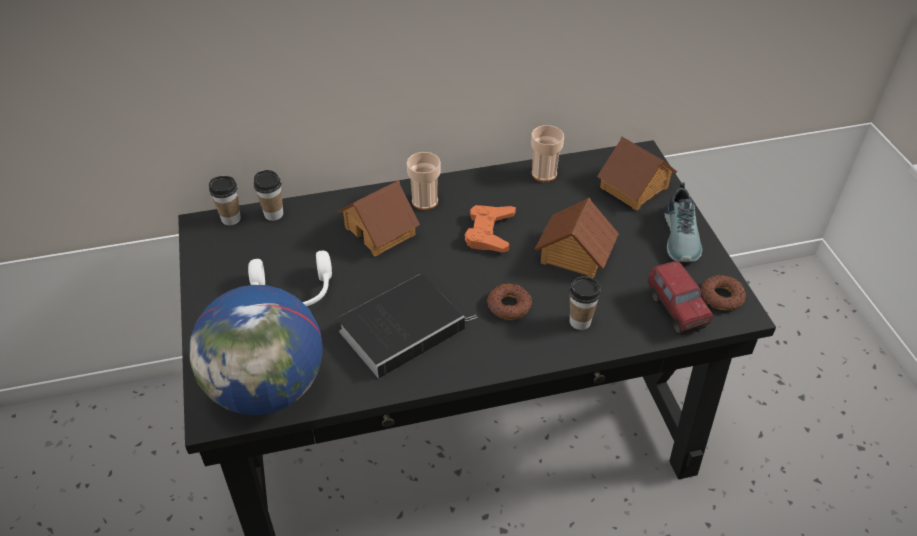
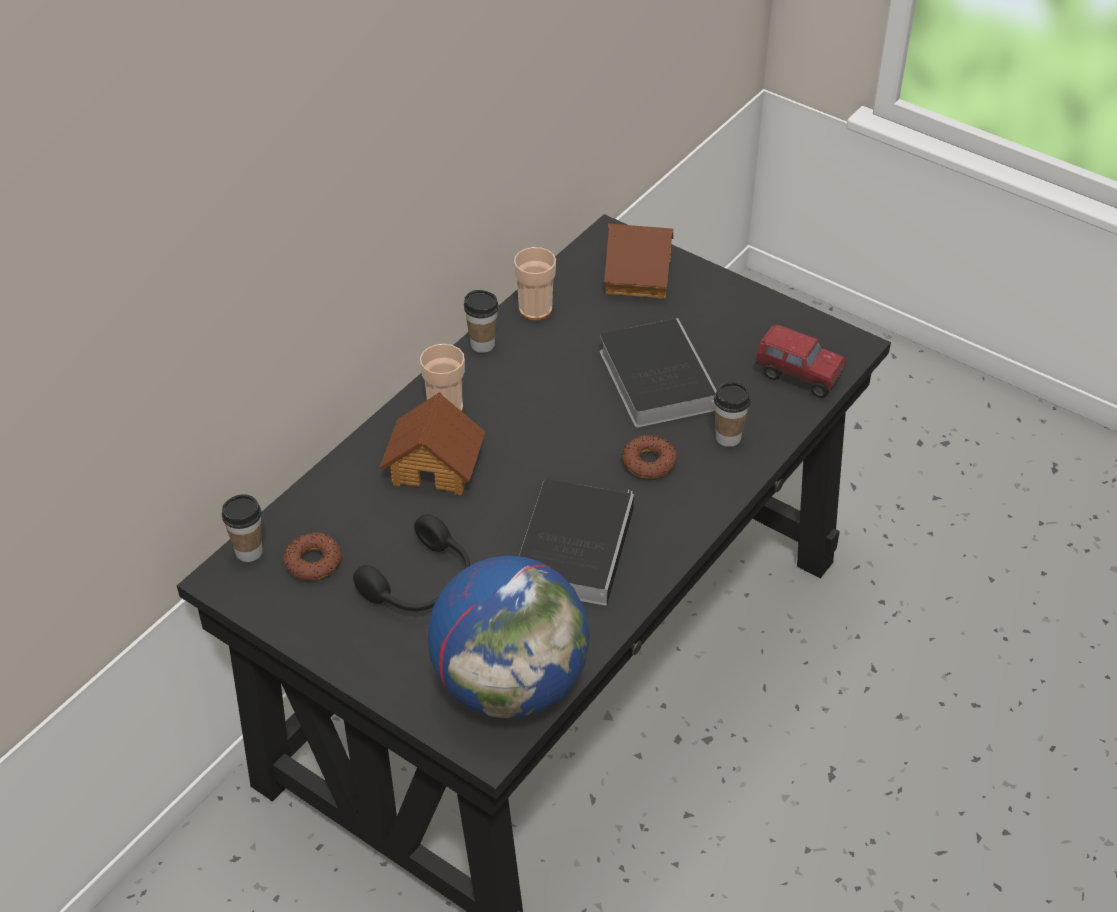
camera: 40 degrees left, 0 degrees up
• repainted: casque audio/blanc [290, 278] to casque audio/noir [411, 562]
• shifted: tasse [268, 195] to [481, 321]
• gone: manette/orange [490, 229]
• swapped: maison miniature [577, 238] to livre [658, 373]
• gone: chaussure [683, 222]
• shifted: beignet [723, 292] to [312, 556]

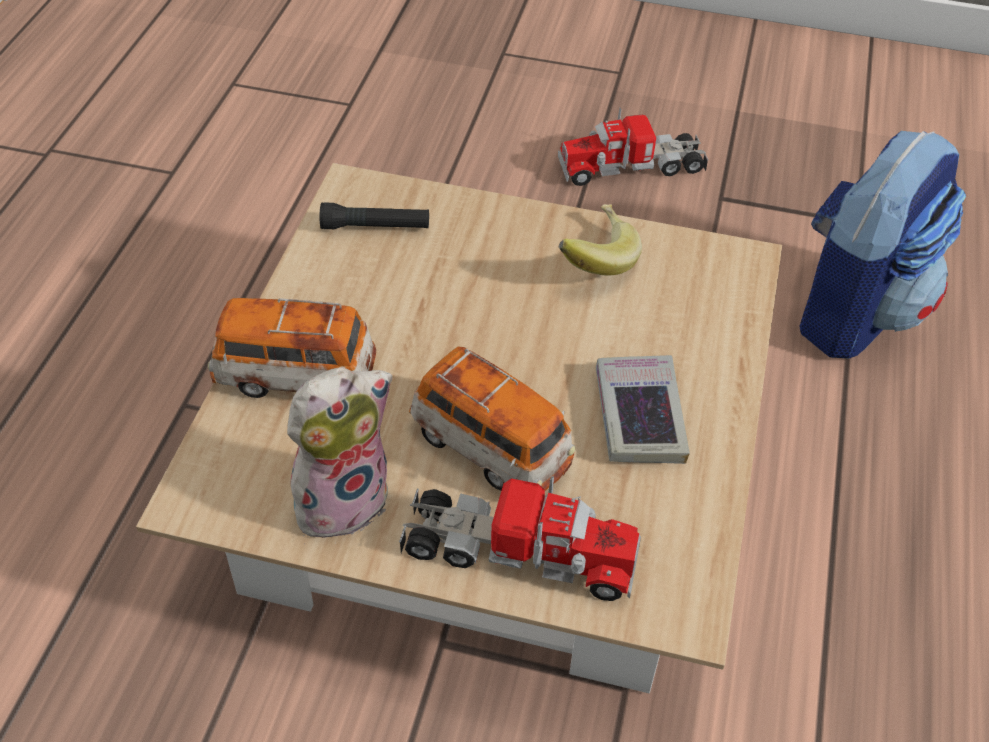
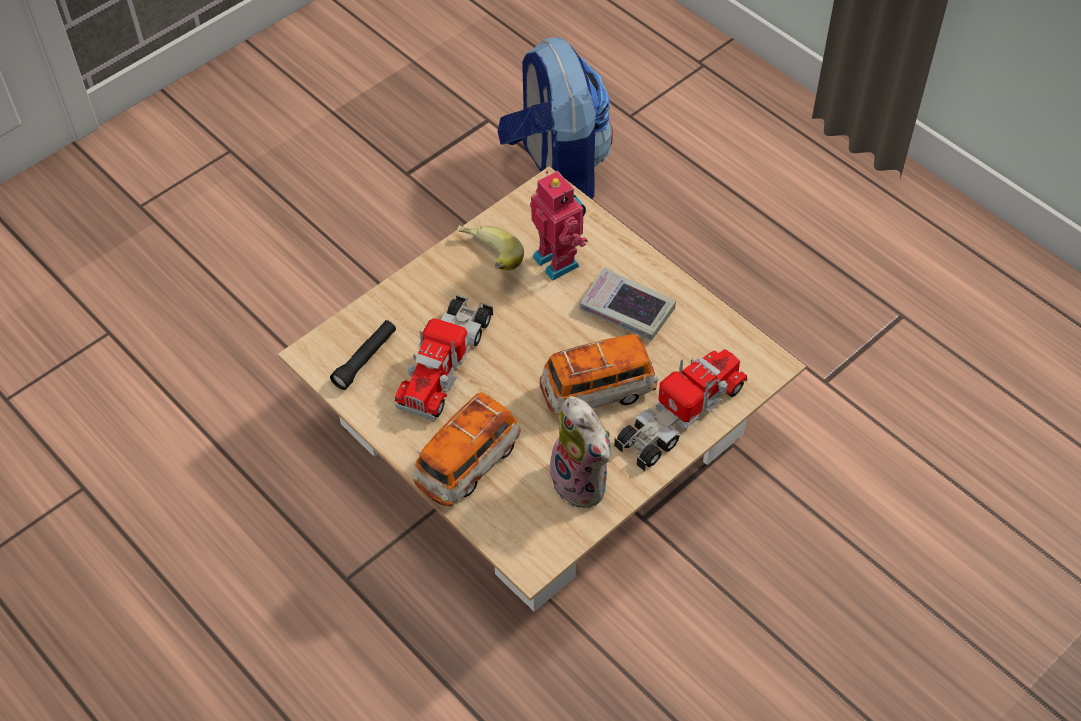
camera: 55 degrees left, 5 degrees up
• rotated: peluche [340, 455] = [580, 452] 150 degrees clockwise
• shifted: camion jouet [633, 147] to [444, 358]
• new: robot jouet [559, 226]

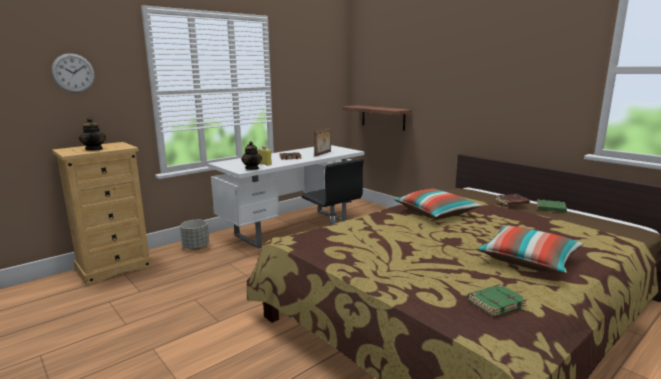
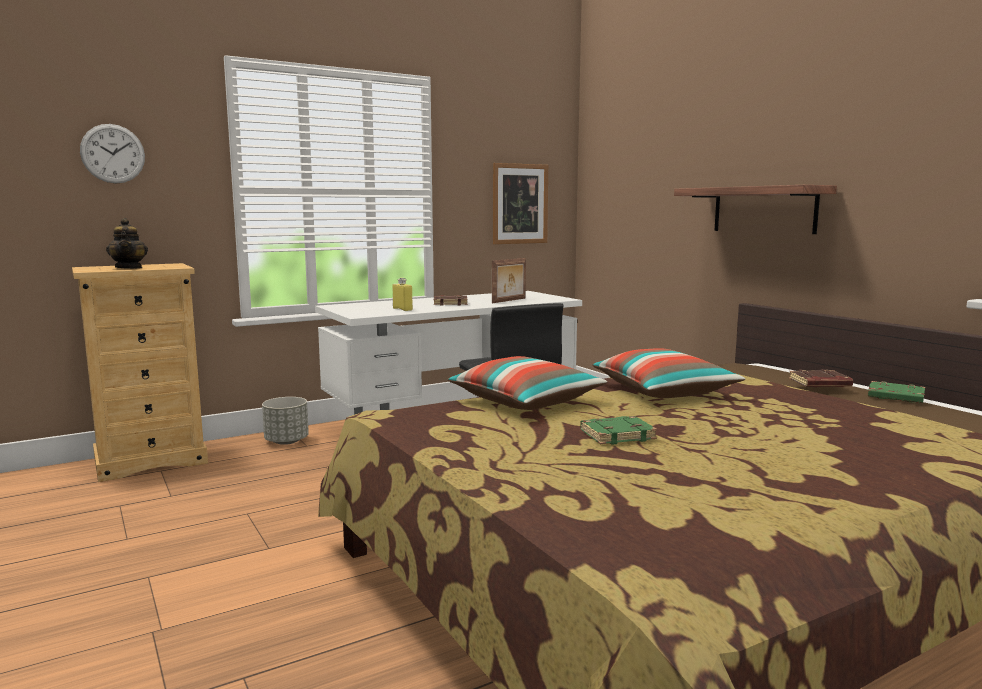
camera: 10 degrees right, 5 degrees down
• gone: théière [251, 155]
• shifted: étagère [377, 118] to [755, 209]
• shifted: livre/vert [497, 300] to [618, 430]
• shifted: coussin [529, 250] to [527, 383]
• new: tableau [520, 203]

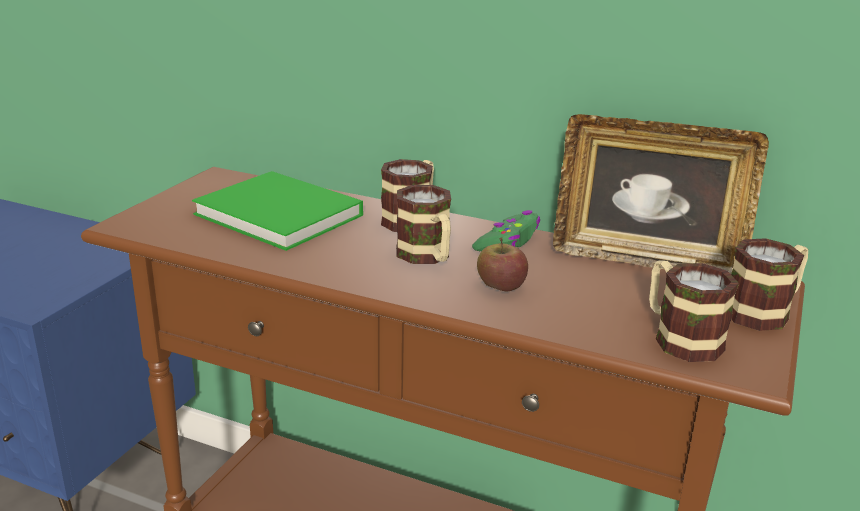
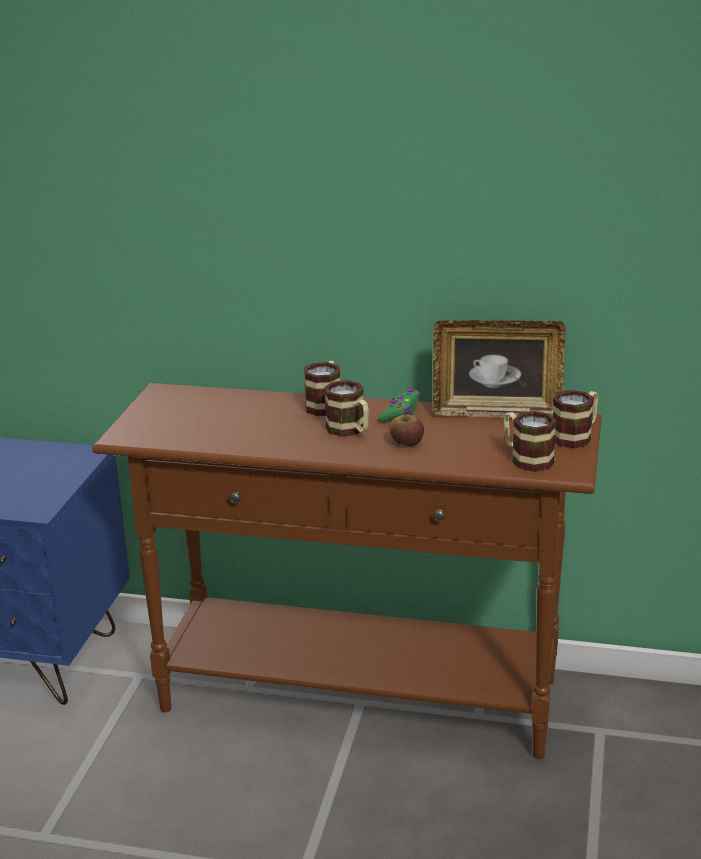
camera: 10 degrees left, 0 degrees up
• gone: livre/vert [277, 211]

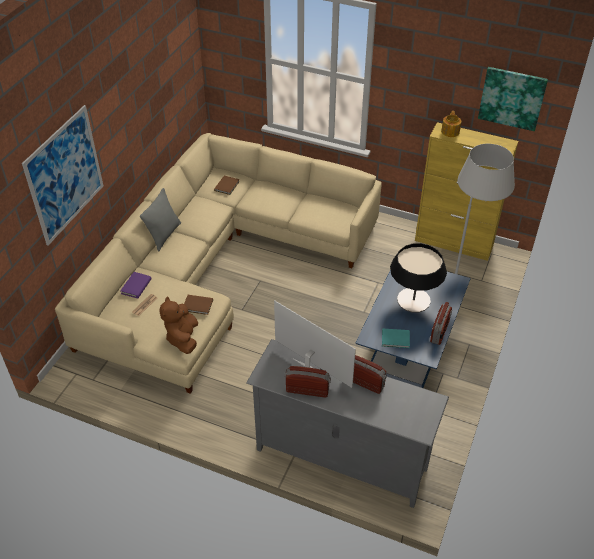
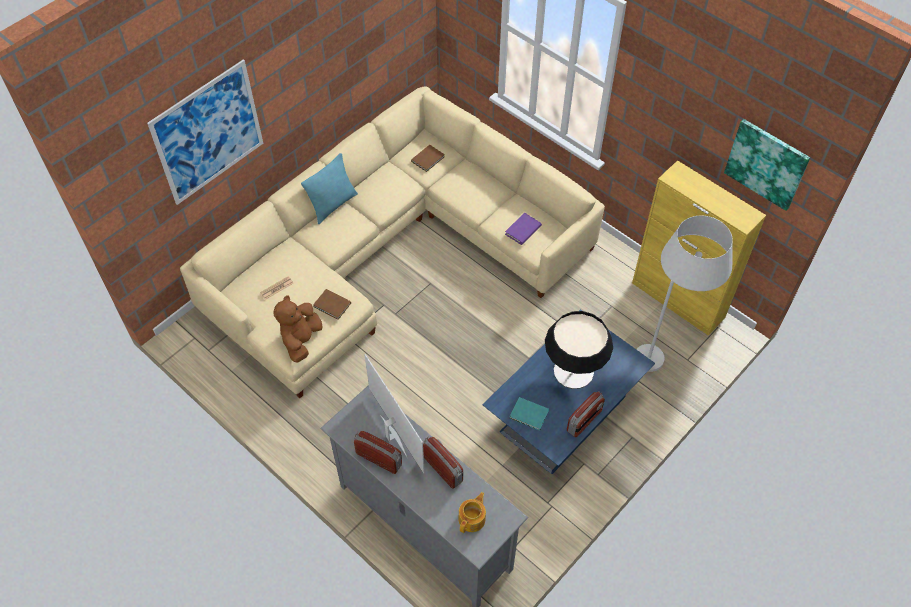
camera: 20 degrees right, 10 degrees up
• shifted: livre/violet [136, 285] to [523, 229]
• repainted: coussin/gris [160, 220] to coussin/turquoise [329, 188]
• shifted: théière [451, 124] to [472, 512]

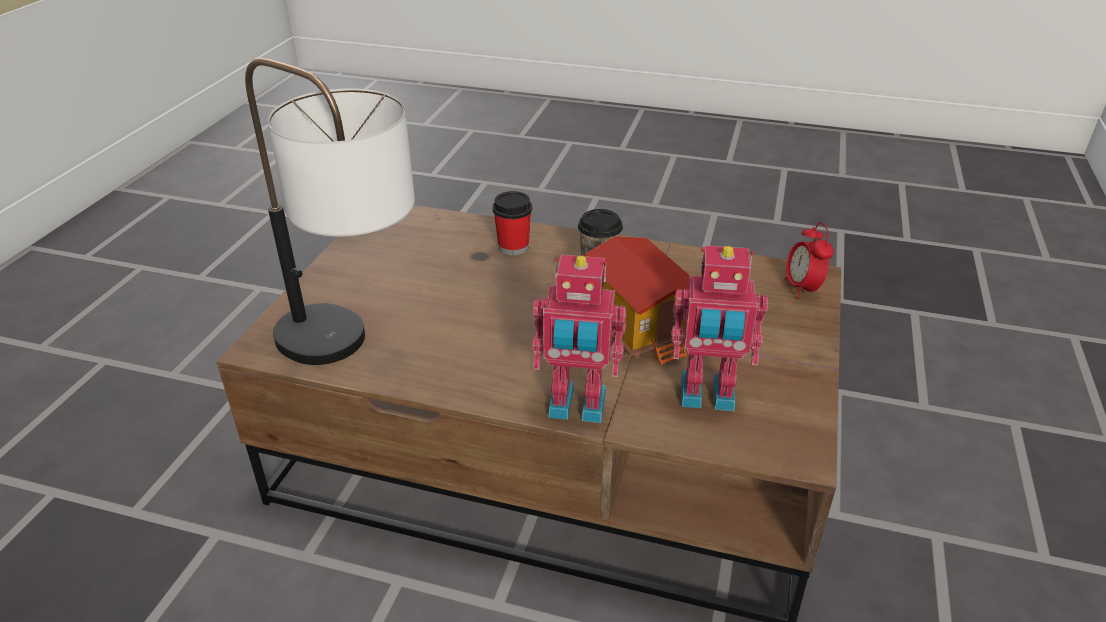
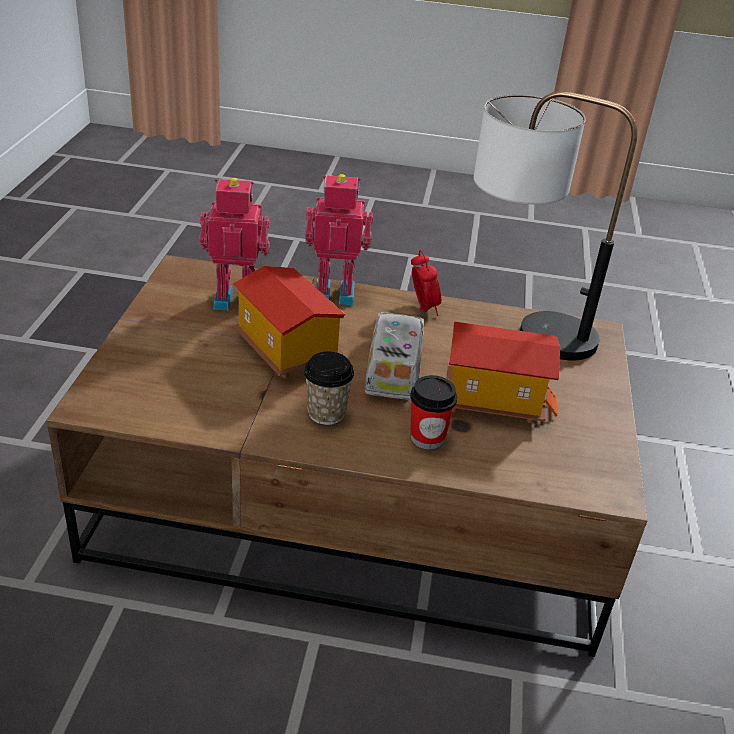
camera: 170 degrees right, 0 degrees up
• shifted: réveil [809, 260] to [426, 283]
• new: camion jouet [394, 356]
• new: maison miniature [503, 372]

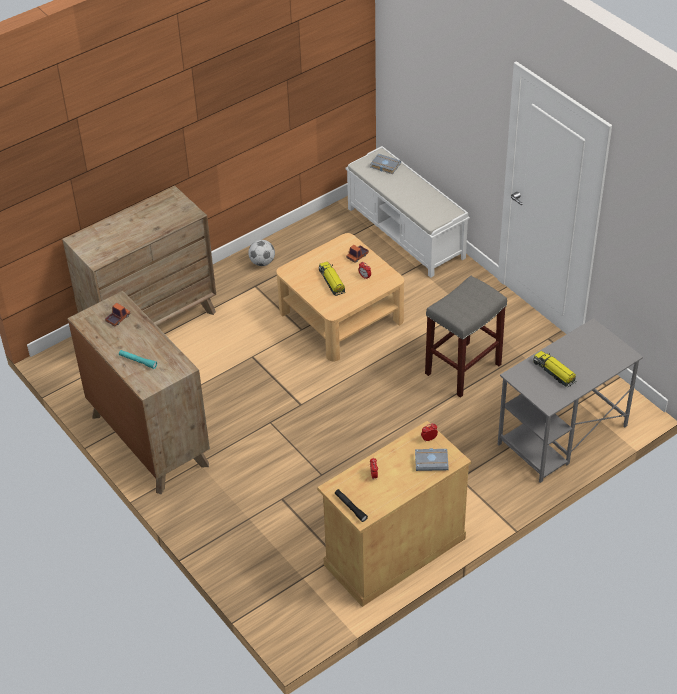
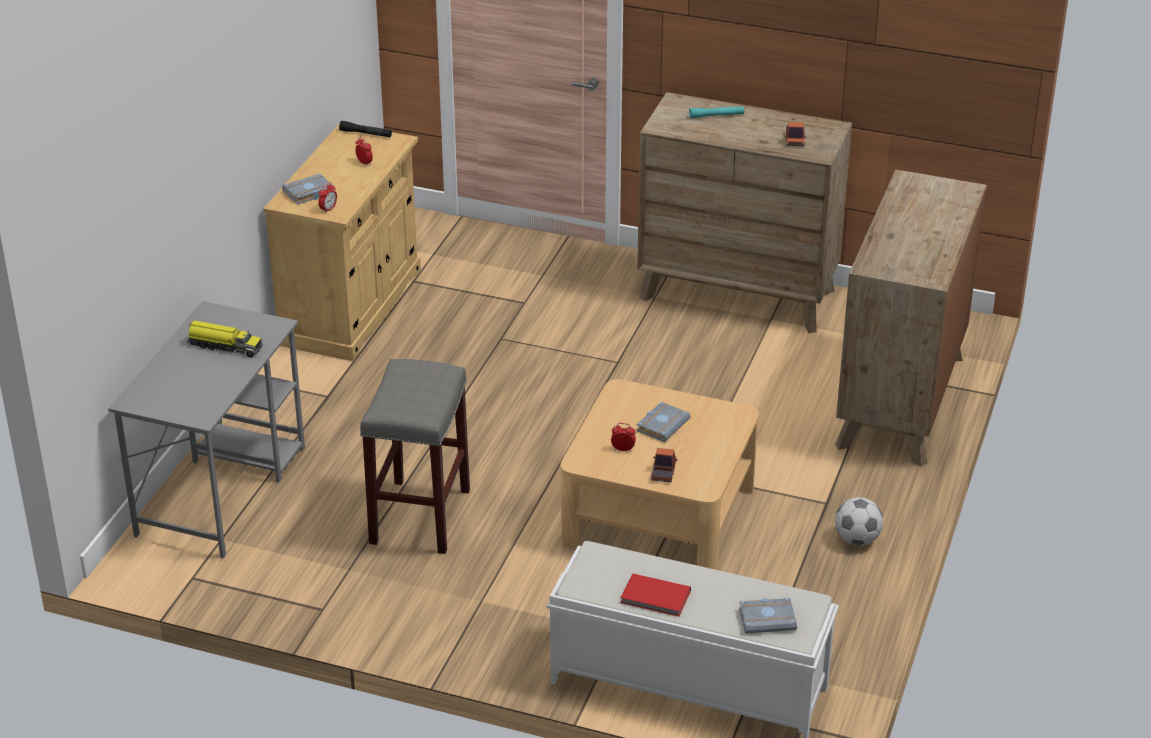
camera: 145 degrees right, 10 degrees down
• swapped: camion jouet [331, 278] to livre/gris [663, 422]
• new: livre/rouge [656, 595]

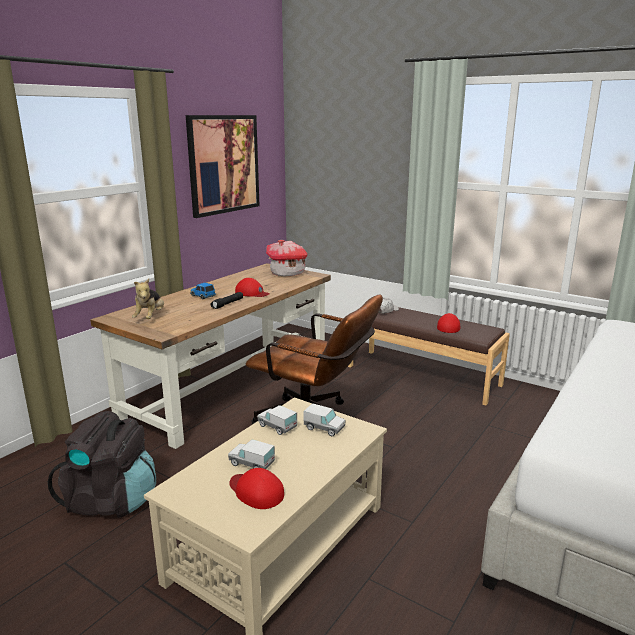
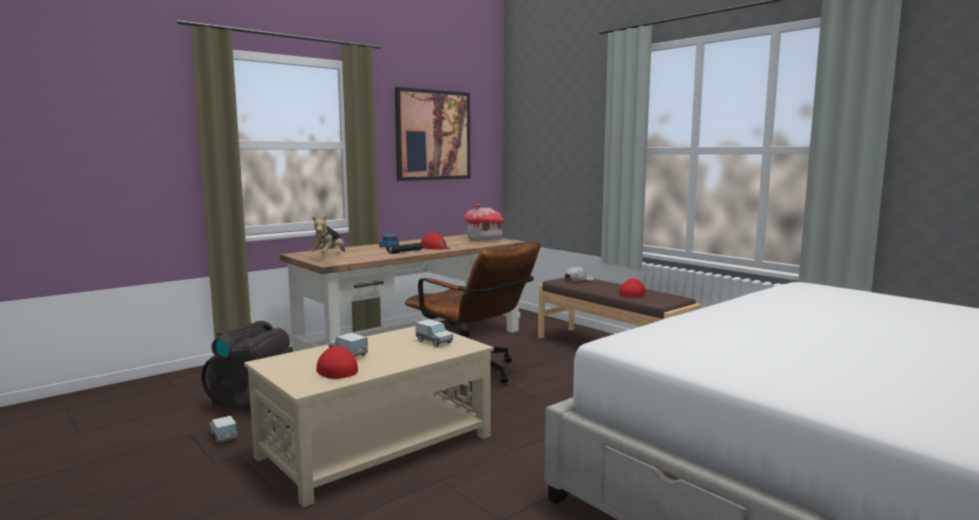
camera: 15 degrees right, 10 degrees down
• shifted: camion jouet [277, 420] to [223, 430]

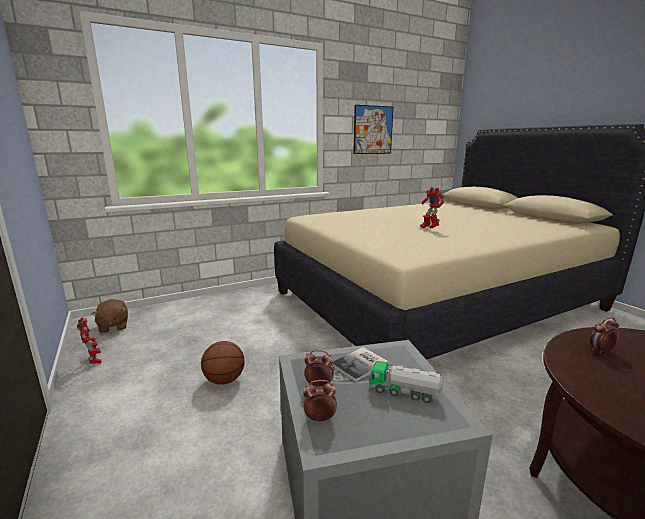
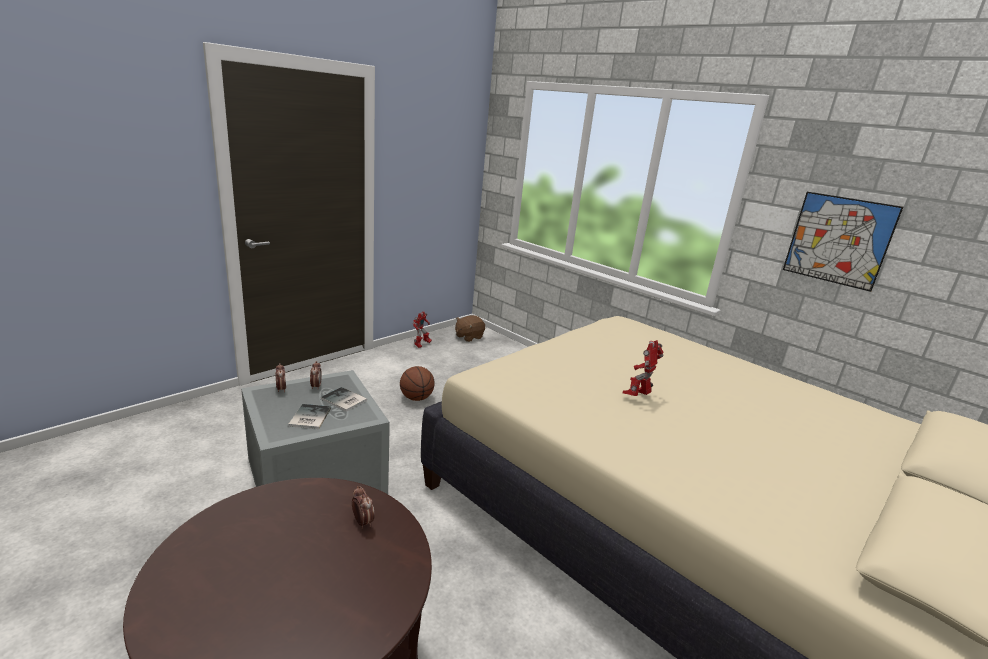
camera: 70 degrees right, 5 degrees up
• swapped: camion jouet [406, 382] to livre [309, 416]

